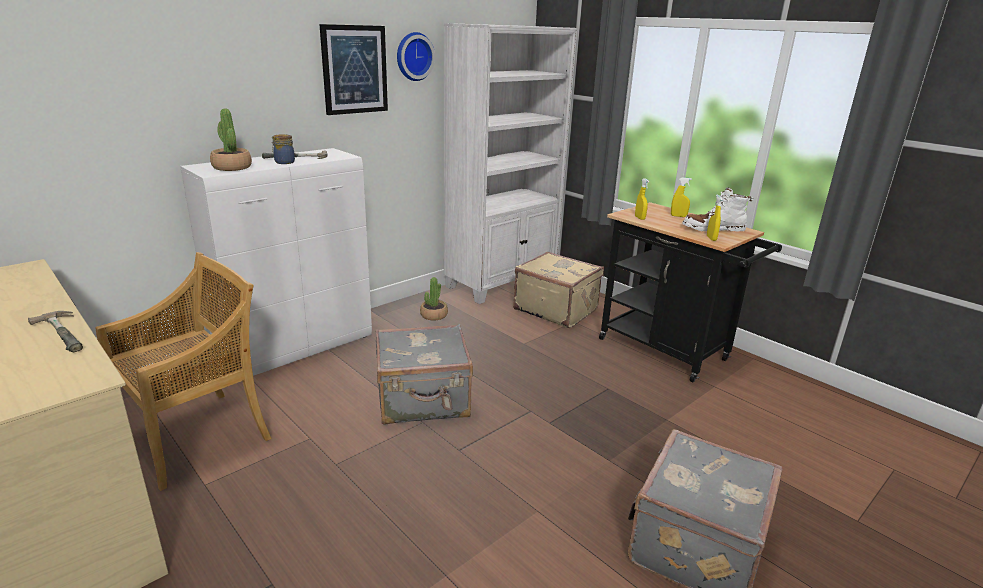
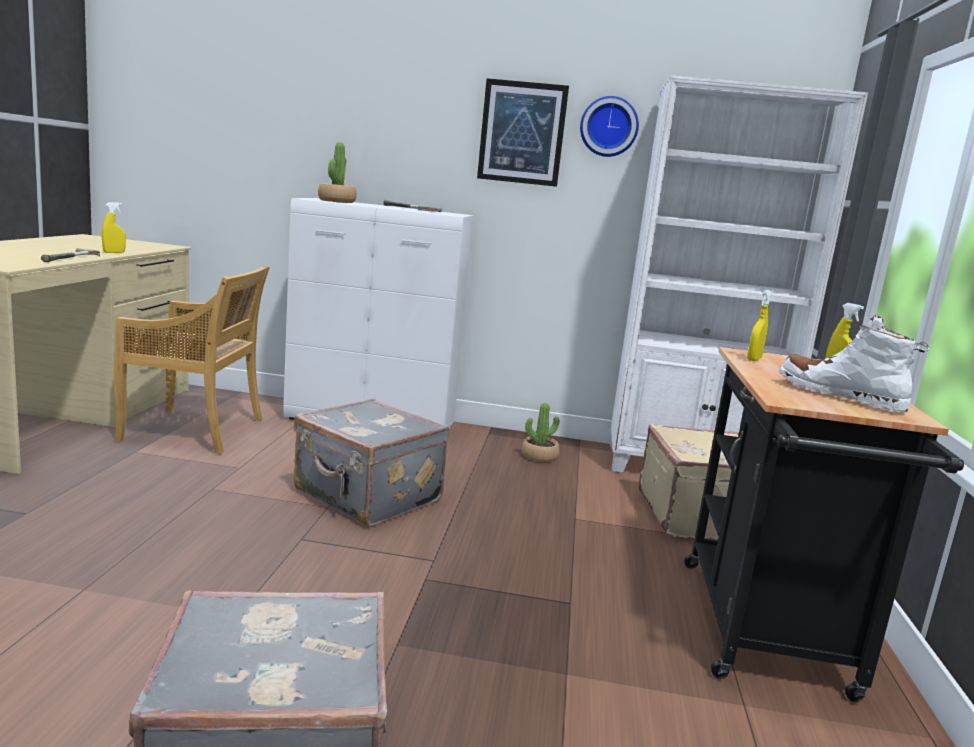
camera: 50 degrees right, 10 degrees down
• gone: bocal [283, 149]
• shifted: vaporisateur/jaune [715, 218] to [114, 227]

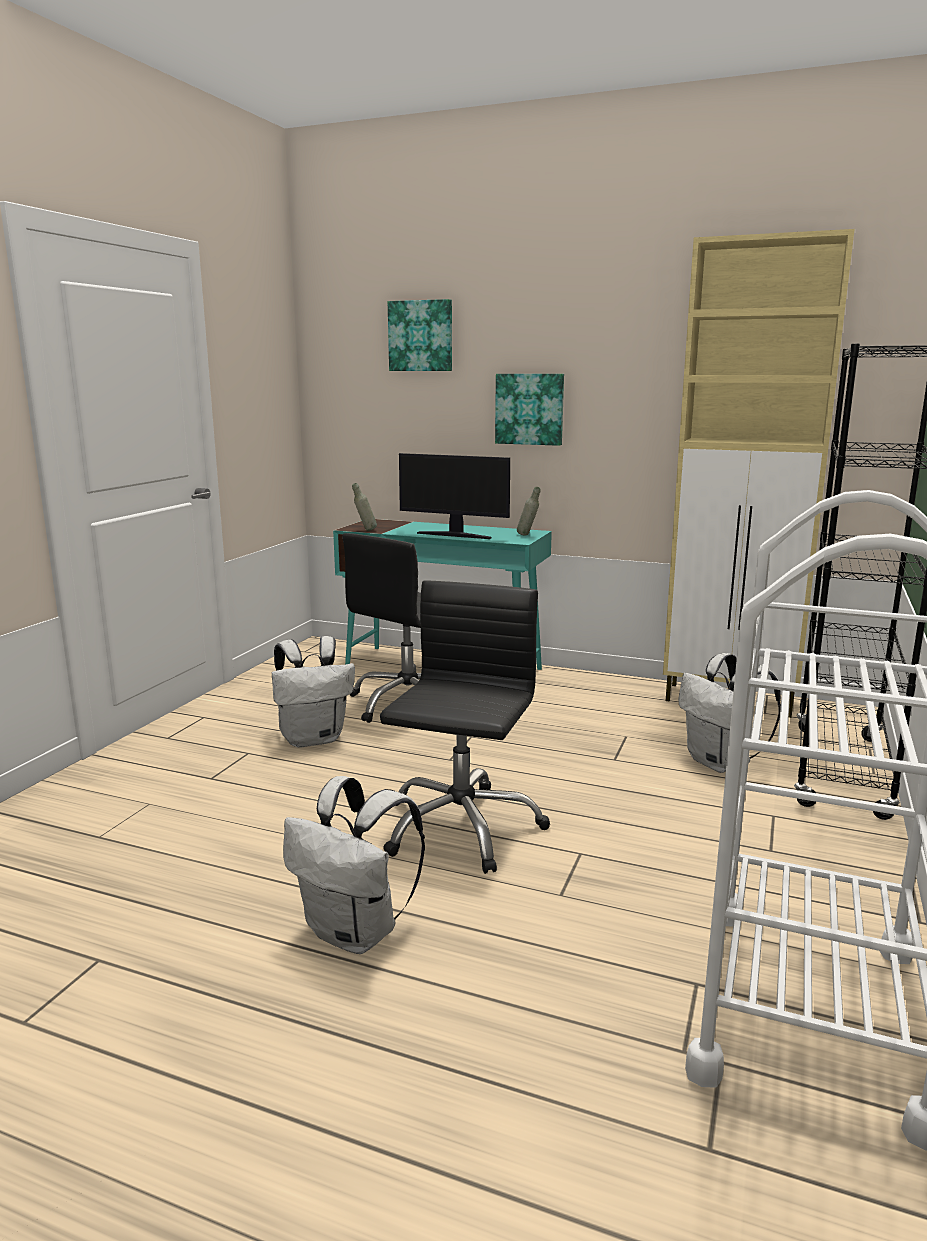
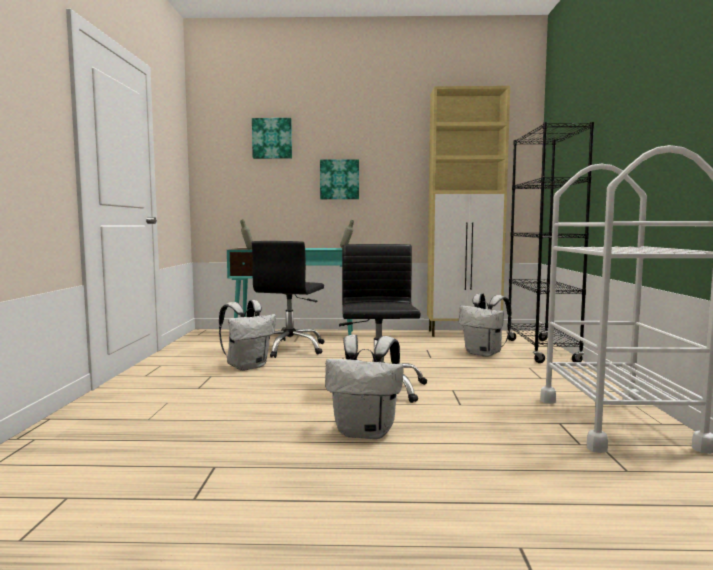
camera: 20 degrees left, 10 degrees down
• gone: écran d'ordinateur [454, 496]

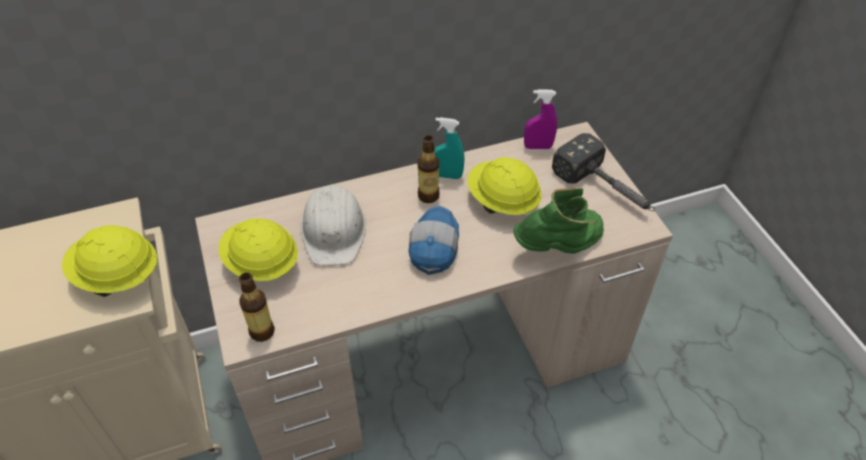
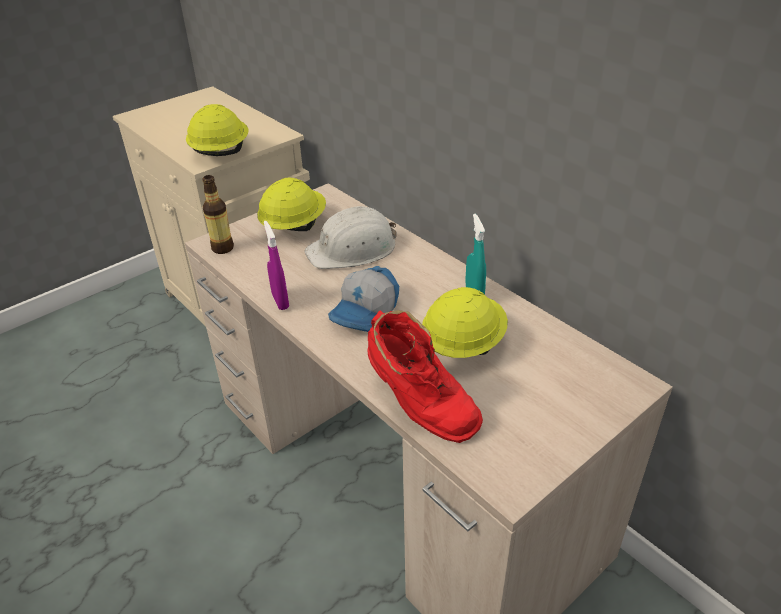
camera: 70 degrees right, 10 degrees down
• rotated: casquette [434, 240] = [363, 299] 135 degrees clockwise
• gone: bouteille [428, 169]
• repainted: botte/vert [558, 220] to botte/rouge [425, 376]
• shifted: vaporisateur/violet [540, 119] to [276, 265]
• gone: marteau [603, 172]

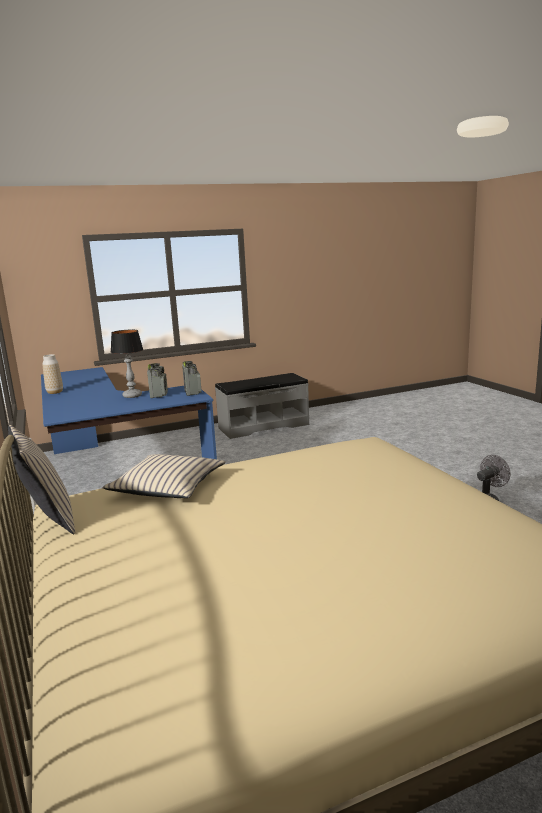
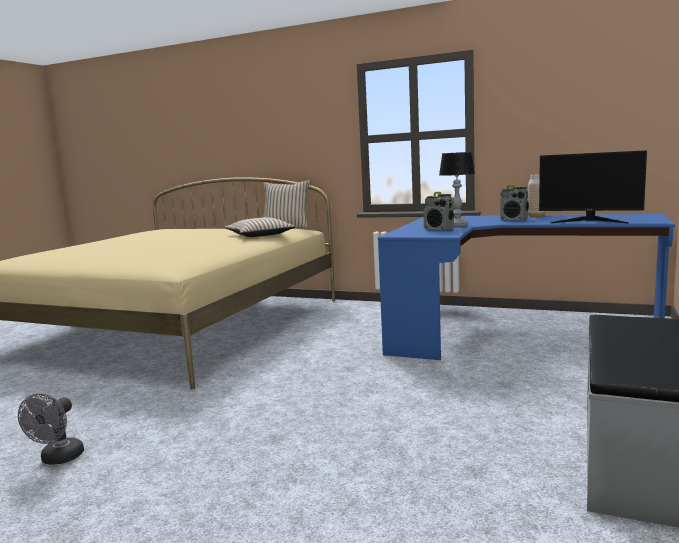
camera: 135 degrees right, 5 degrees down
• shifted: radio [192, 378] to [514, 203]
• new: écran d'ordinateur [593, 186]

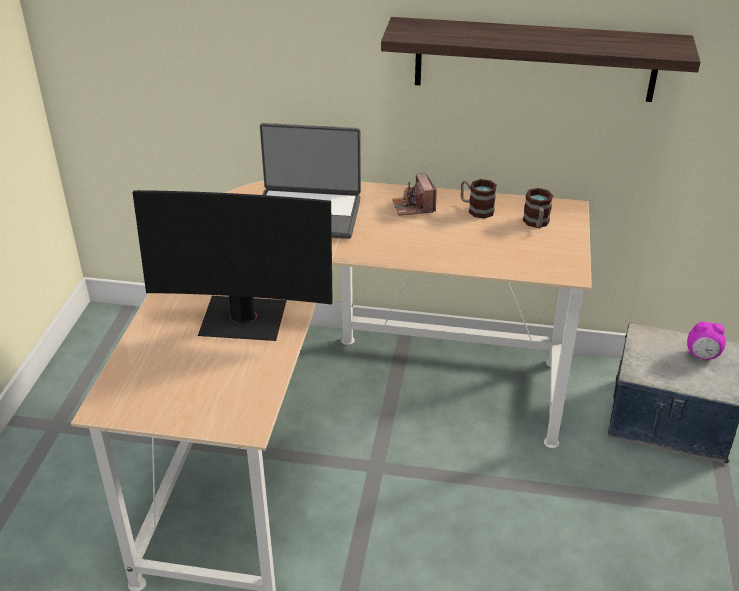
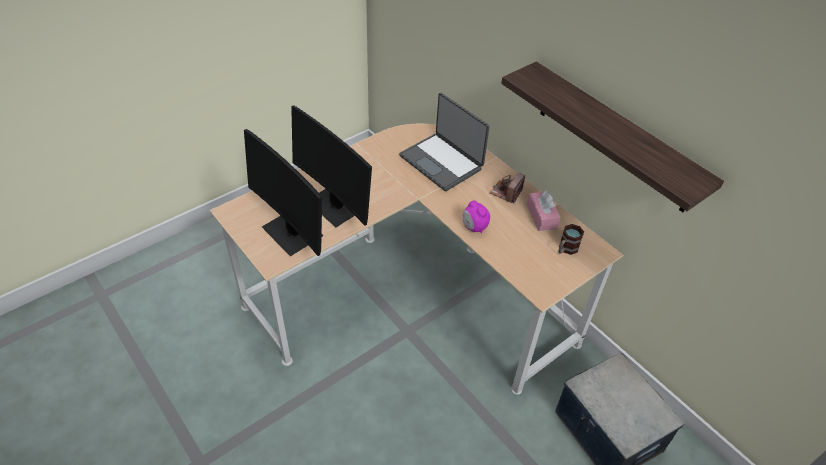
camera: 40 degrees right, 10 degrees up
• swapped: mug [479, 199] to boîte à mouchoirs/rose [544, 211]
• shifted: réveil [706, 341] to [476, 217]
• new: écran d'ordinateur [284, 192]

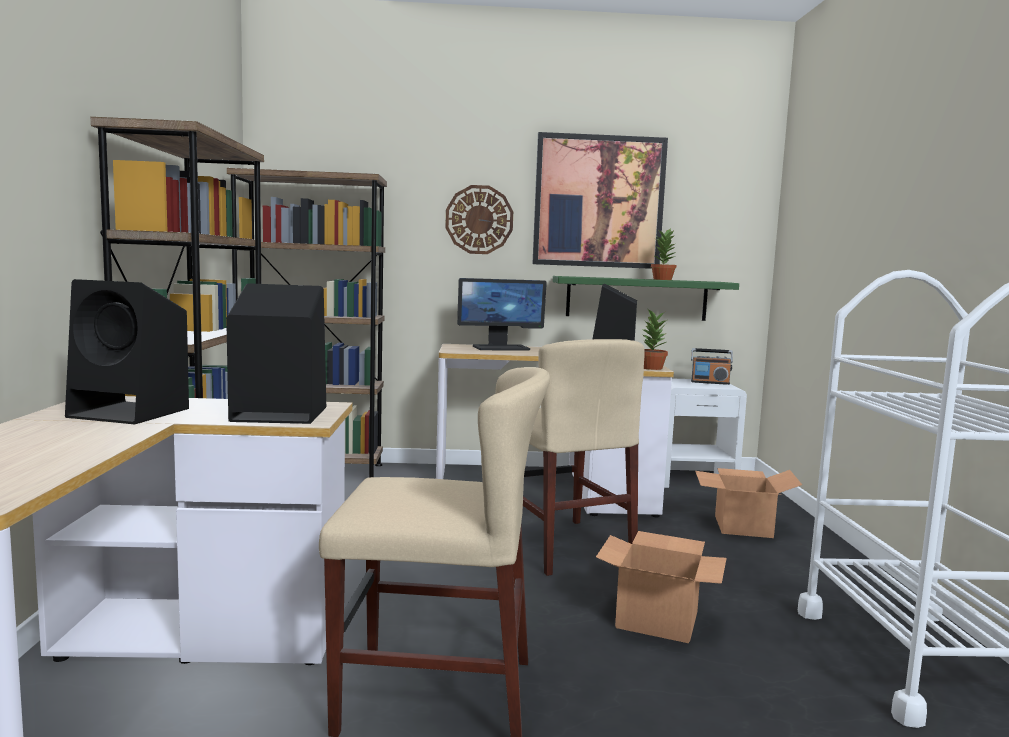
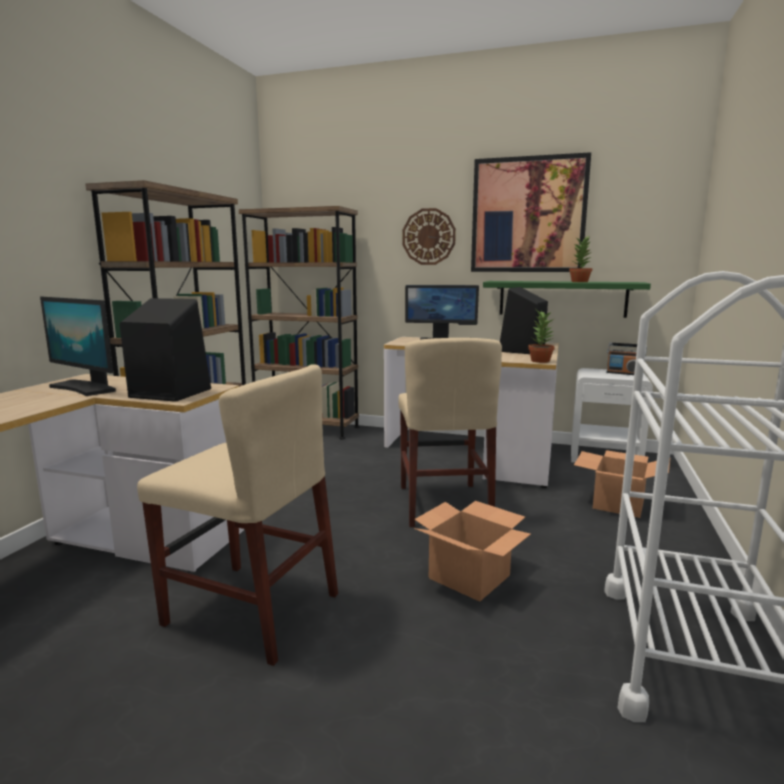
camera: 20 degrees right, 5 degrees up
• swapped: enceinte/noir [127, 351] to écran d'ordinateur [78, 346]

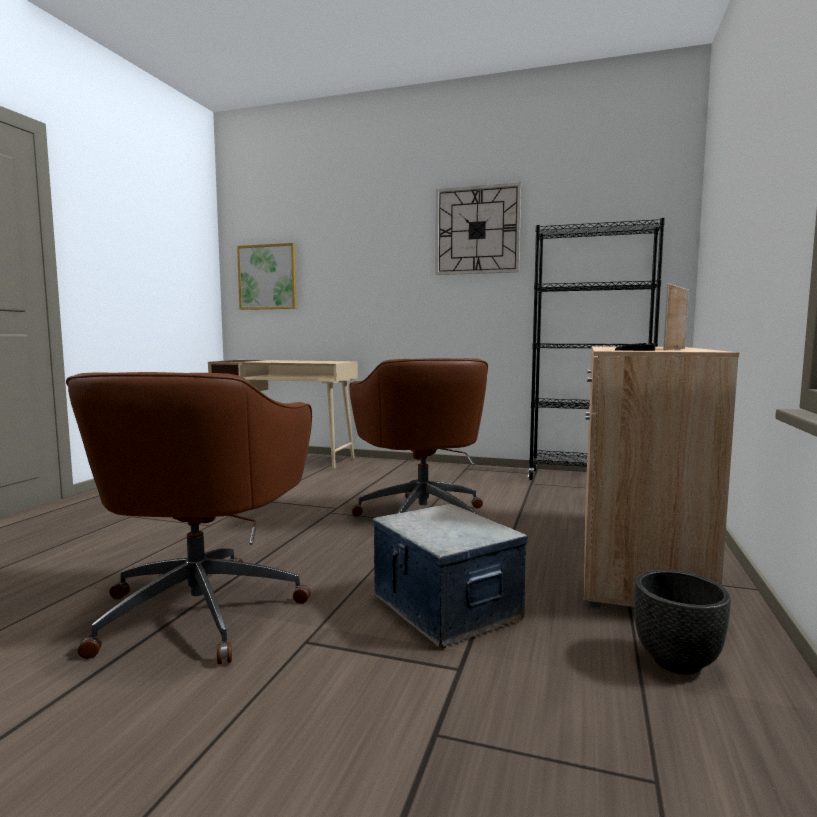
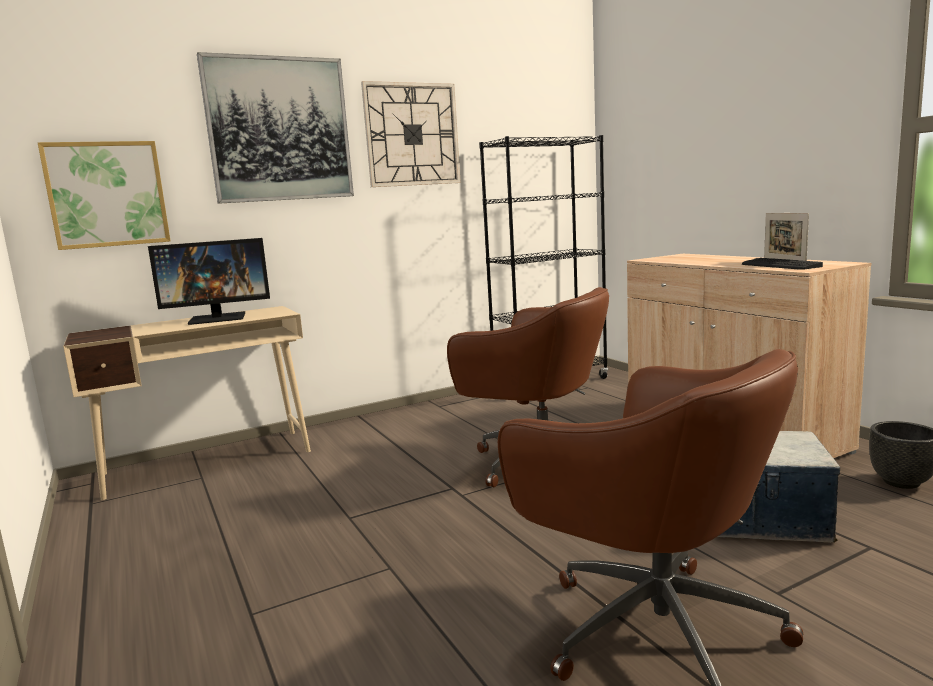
camera: 45 degrees left, 5 degrees up
• new: écran d'ordinateur [209, 281]
• new: tableau [275, 128]

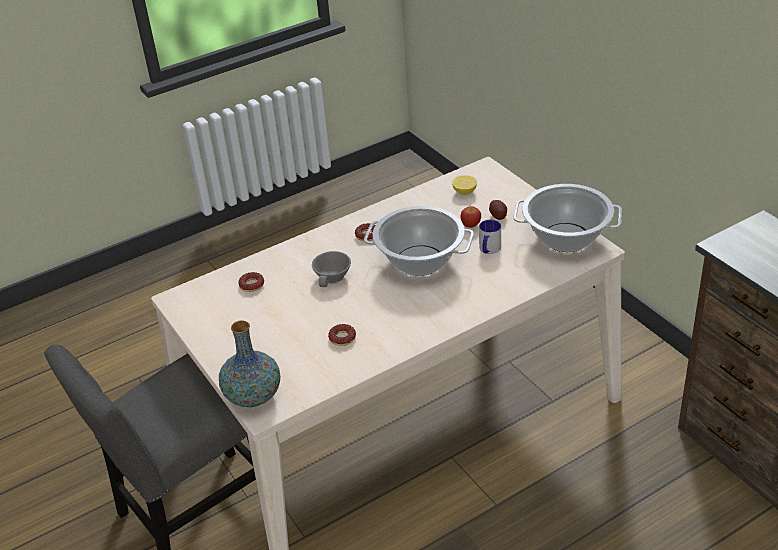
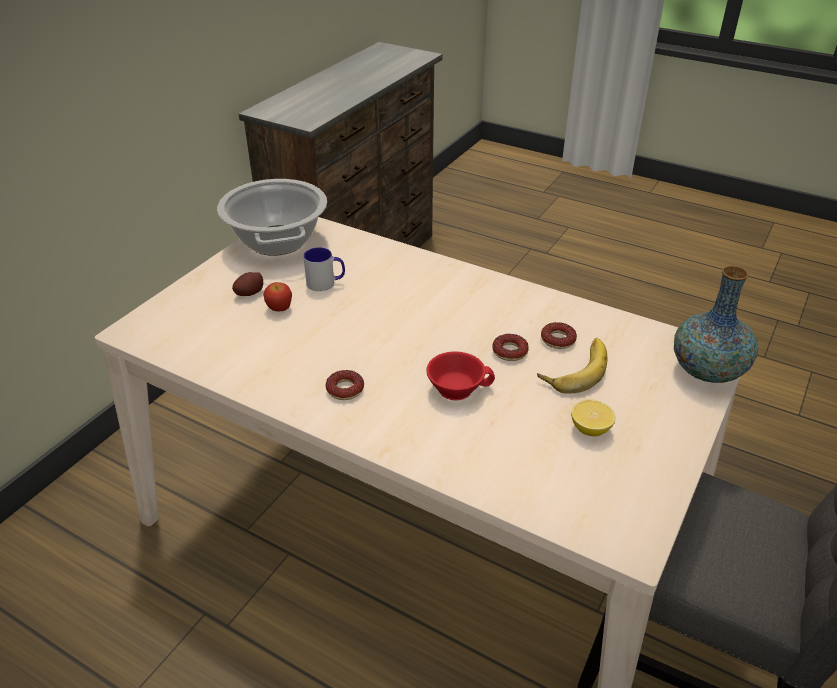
camera: 120 degrees left, 0 degrees up
• shifted: beignet [251, 282] to [510, 347]
• repainted: tasse/gris [331, 269] to tasse/rouge [460, 375]
• gone: marmite [419, 241]
• shifted: citron [464, 185] to [593, 417]
• new: banane [572, 366]

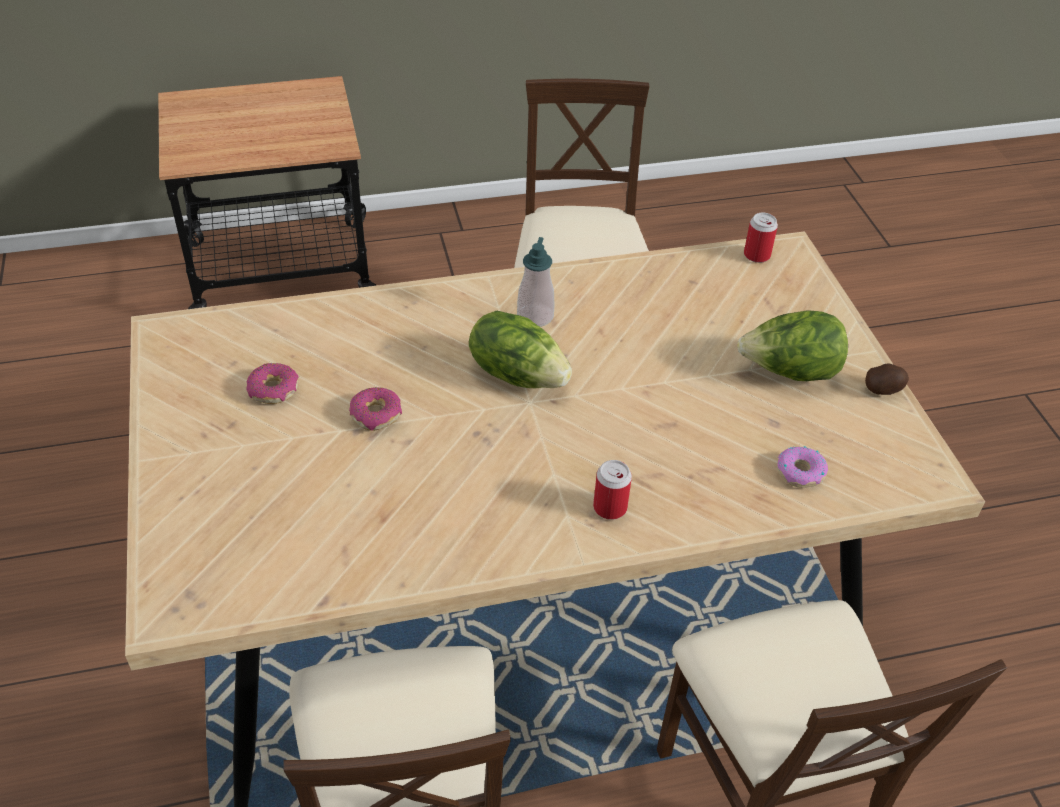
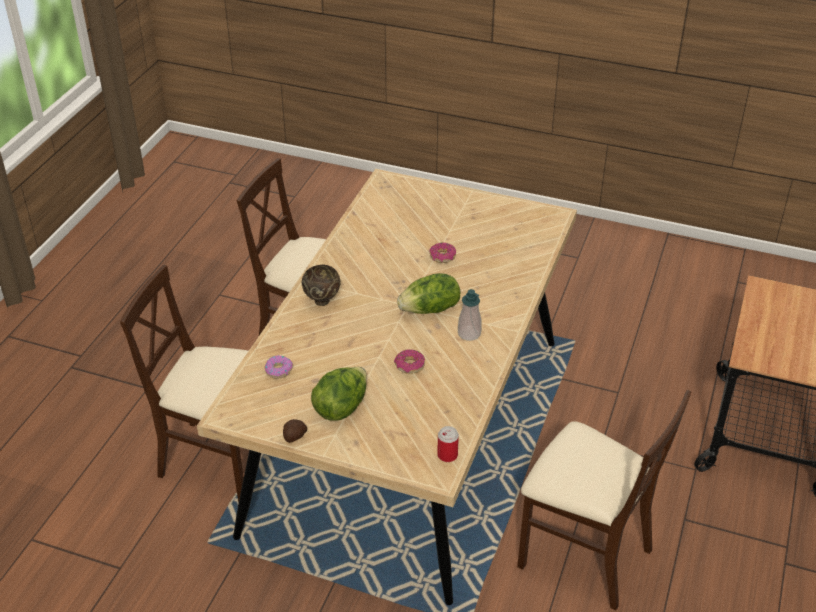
camera: 125 degrees right, 5 degrees down
• shifted: beignet [273, 383] to [409, 361]
• swapped: boîte métallique [612, 490] to bol/marron [321, 285]

